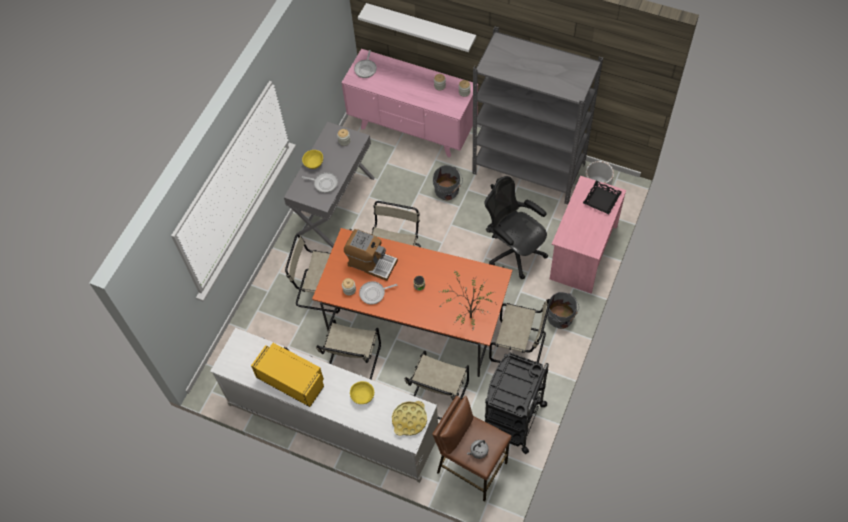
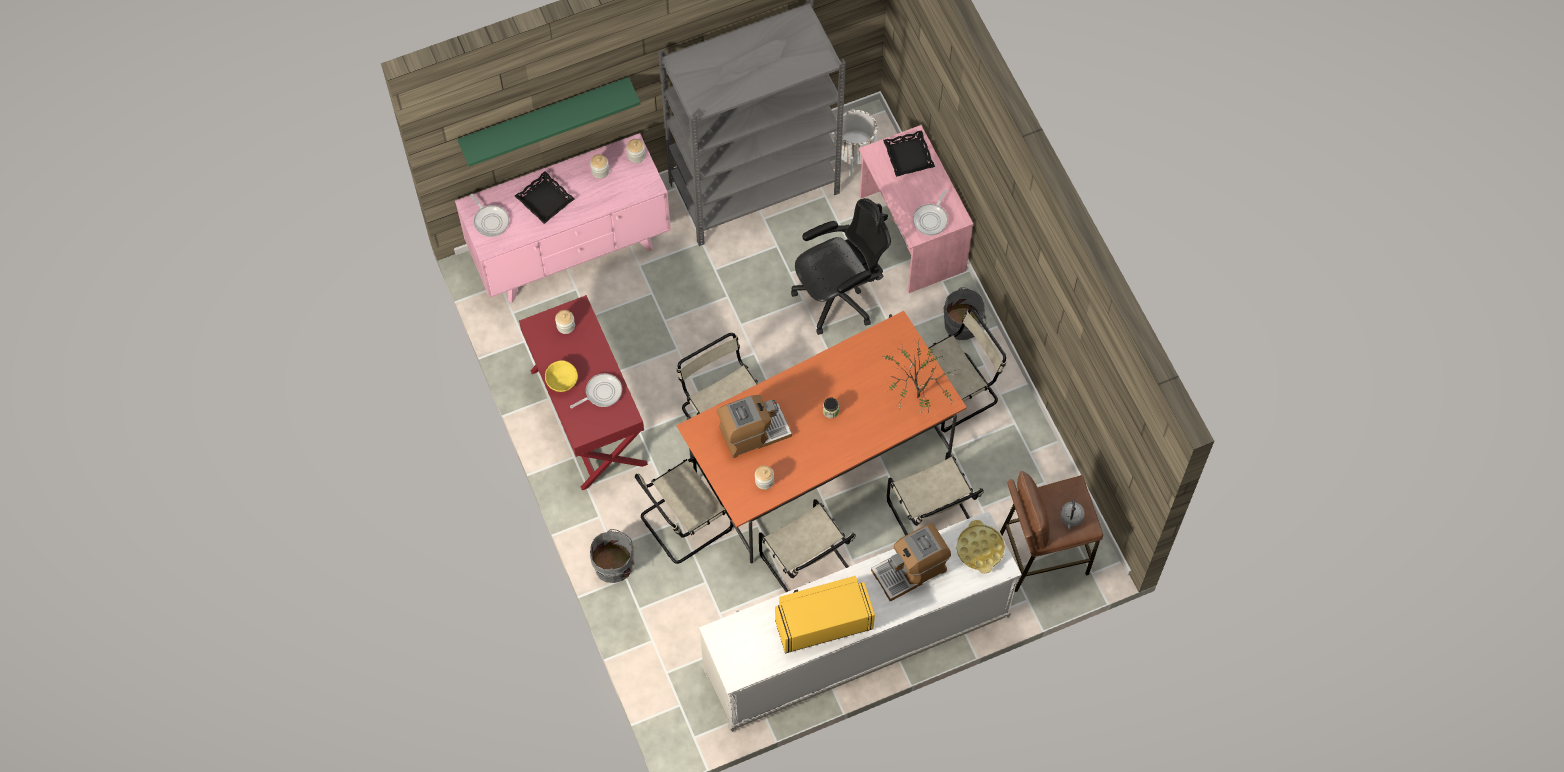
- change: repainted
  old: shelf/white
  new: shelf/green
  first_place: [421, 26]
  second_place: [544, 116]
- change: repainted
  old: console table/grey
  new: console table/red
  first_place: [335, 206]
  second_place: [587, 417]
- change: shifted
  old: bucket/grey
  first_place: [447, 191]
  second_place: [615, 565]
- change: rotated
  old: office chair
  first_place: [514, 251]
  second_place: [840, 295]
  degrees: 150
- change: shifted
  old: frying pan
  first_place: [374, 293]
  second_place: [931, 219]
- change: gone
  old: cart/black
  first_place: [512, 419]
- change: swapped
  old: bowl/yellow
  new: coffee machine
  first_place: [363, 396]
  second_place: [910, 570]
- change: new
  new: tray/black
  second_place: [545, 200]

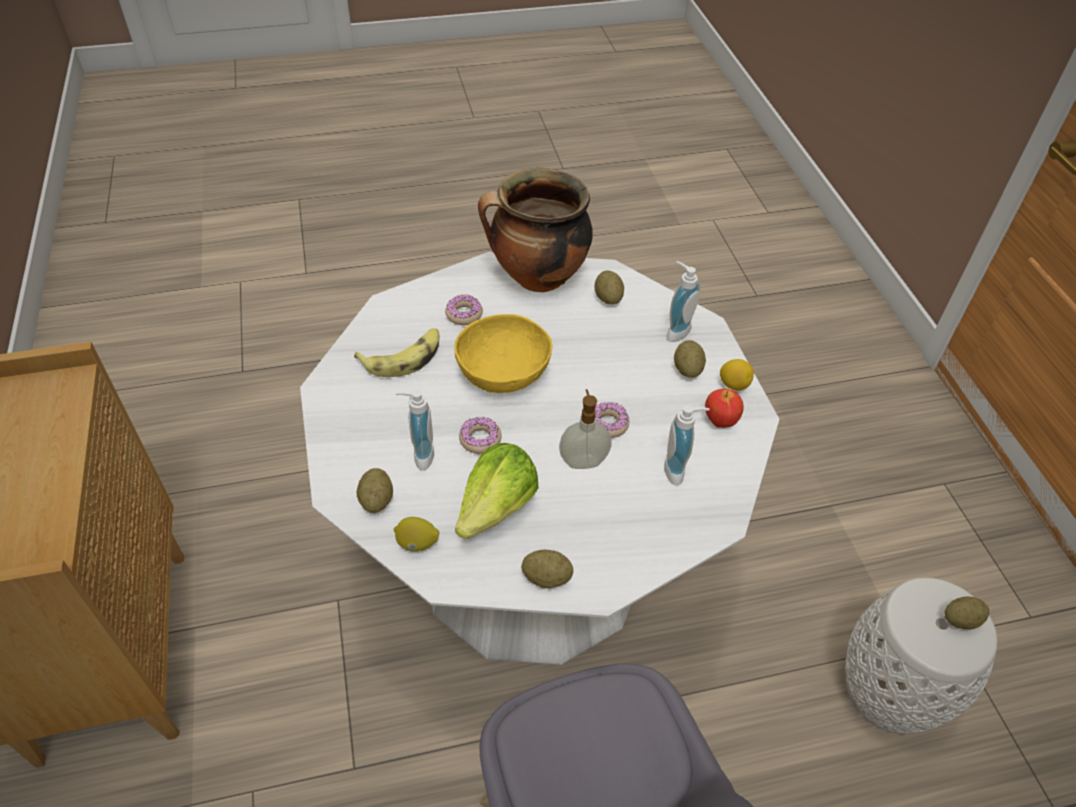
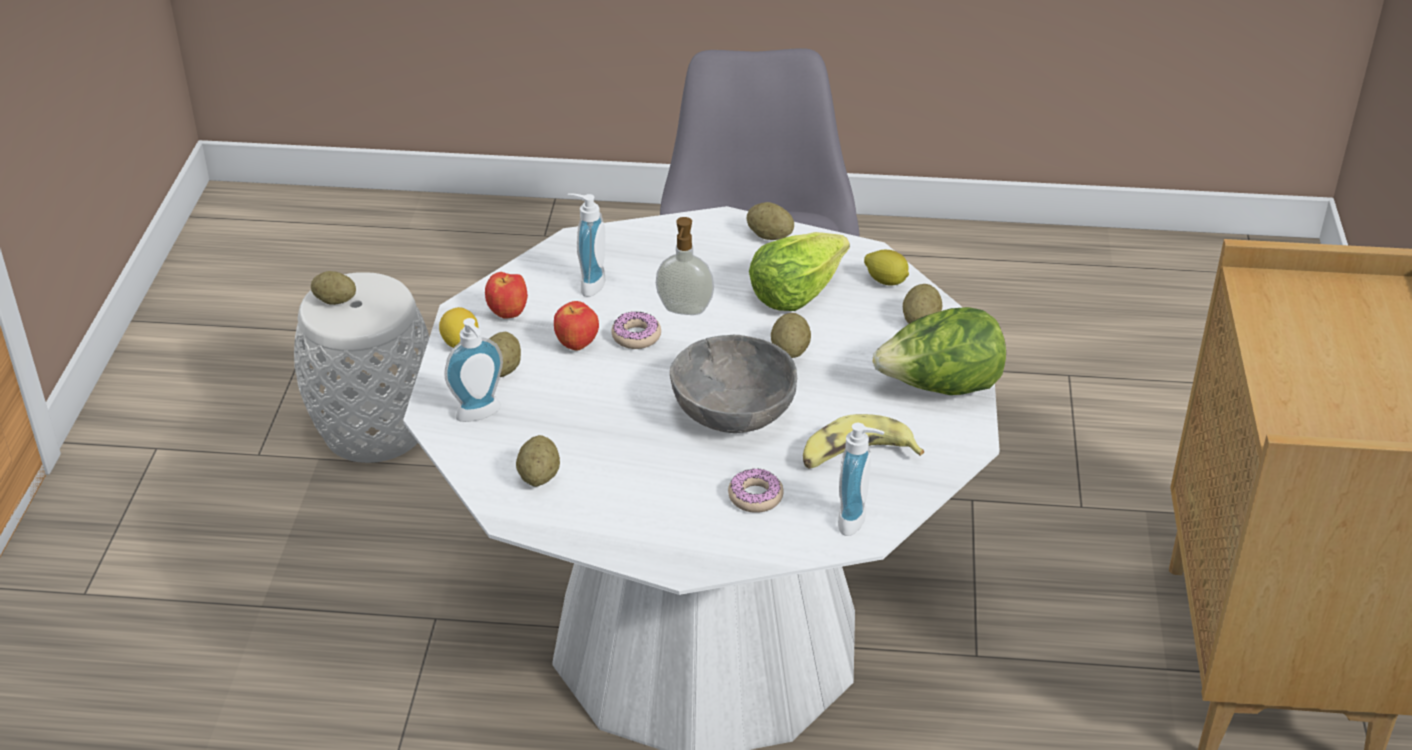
- change: gone
  old: cooking pot
  first_place: [537, 278]
- change: repainted
  old: bowl/yellow
  new: bowl/grey
  first_place: [503, 373]
  second_place: [732, 412]
- change: shifted
  old: soap dispenser
  first_place: [419, 455]
  second_place: [857, 521]
- change: swapped
  old: donut
  new: potato
  first_place: [480, 439]
  second_place: [790, 351]
- change: new
  new: apple
  second_place: [577, 345]
- change: new
  new: lettuce
  second_place: [940, 388]

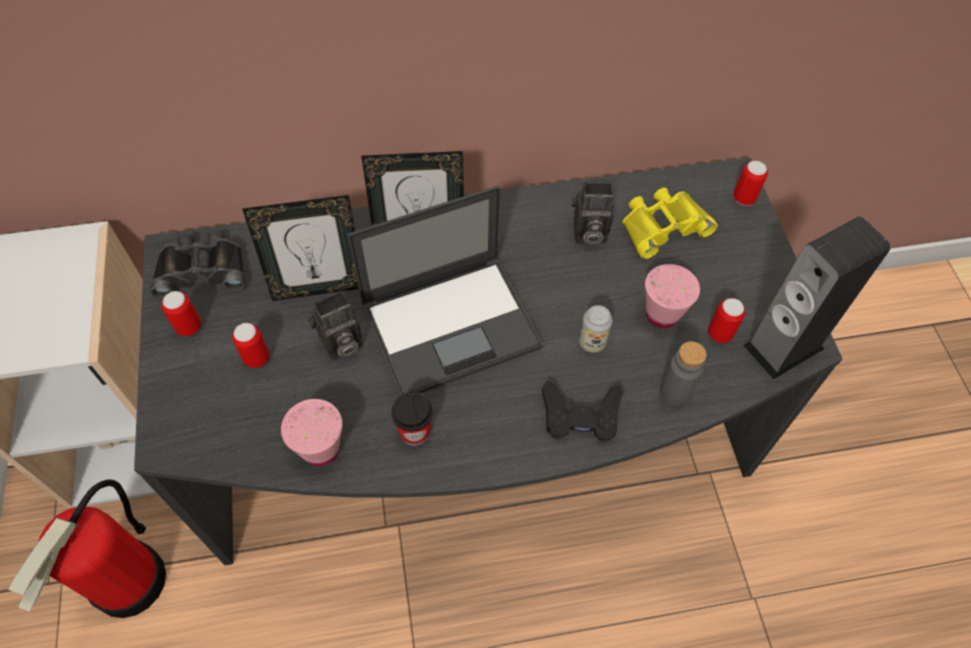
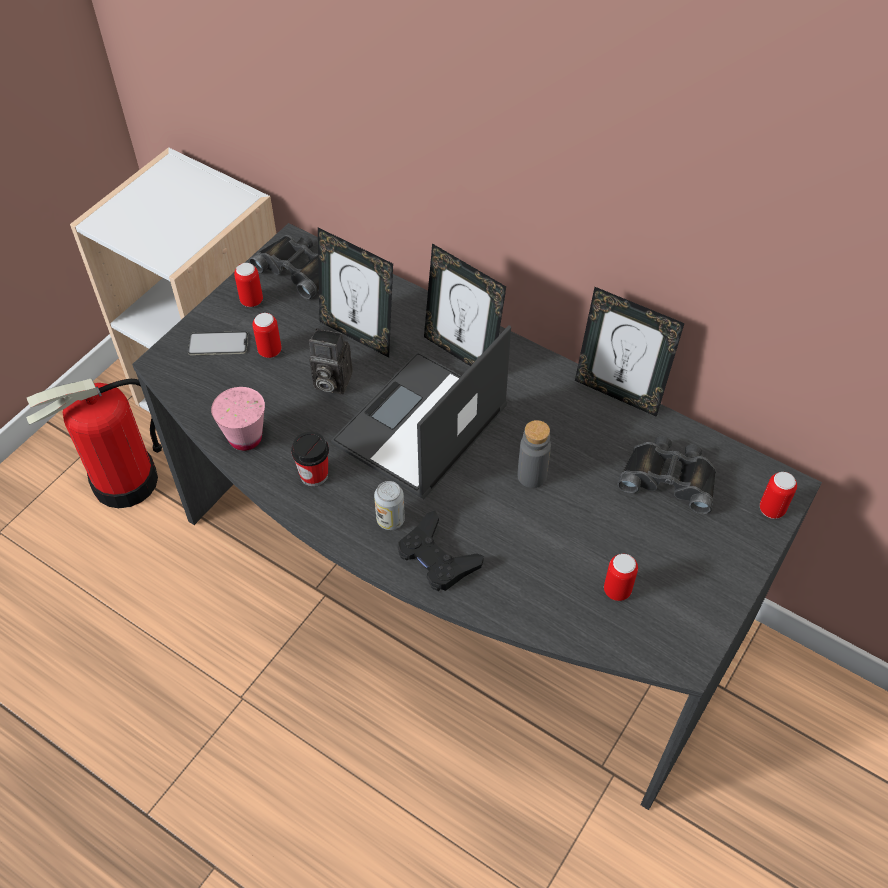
- change: gone
  old: photo camera
  first_place: [587, 233]
- change: rotated
  old: laptop
  first_place: [452, 324]
  second_place: [419, 426]
  degrees: 105
- change: repainted
  old: binoculars/yellow
  new: binoculars/black
  first_place: [662, 226]
  second_place: [669, 477]
- change: gone
  old: speaker
  first_place: [783, 347]
- change: gone
  old: cup/pink
  first_place: [662, 314]
- change: shifted
  old: can
  first_place: [592, 342]
  second_place: [390, 520]
- change: shifted
  old: bottle/grey
  first_place: [675, 392]
  second_place: [532, 476]
- change: new
  new: picture frame
  second_place: [618, 393]
- change: new
  new: phone
  second_place: [218, 344]

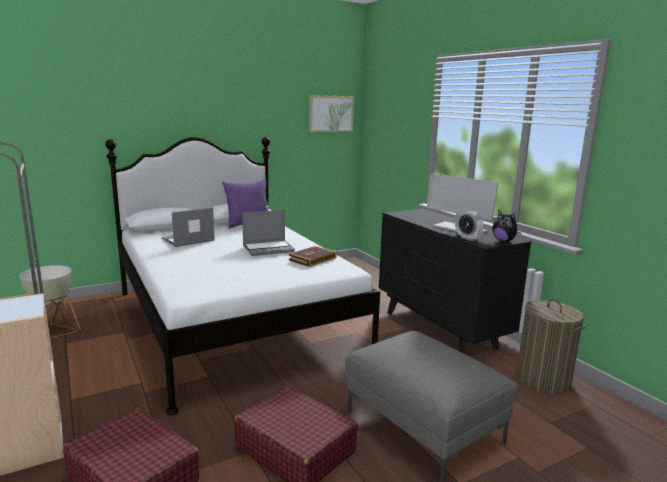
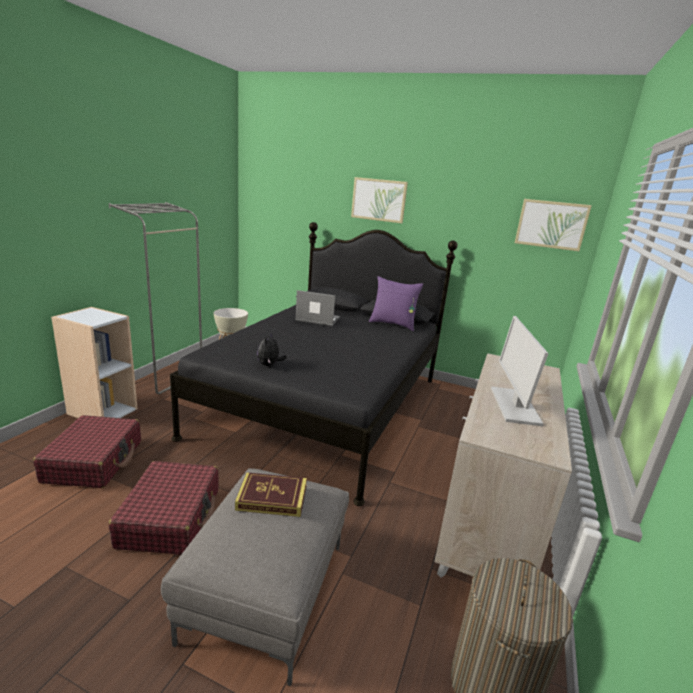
- change: repainted
  old: bed/white
  new: bed/black
  first_place: [233, 322]
  second_place: [325, 405]
- change: repainted
  old: dresser/black
  new: dresser/white
  first_place: [439, 329]
  second_place: [485, 528]
- change: gone
  old: laptop
  first_place: [269, 249]
- change: shifted
  old: plush toy
  first_place: [504, 241]
  second_place: [269, 365]
- change: gone
  old: alarm clock
  first_place: [468, 239]
- change: shifted
  old: book
  first_place: [312, 259]
  second_place: [272, 498]
- change: new
  new: picture
  second_place: [379, 200]

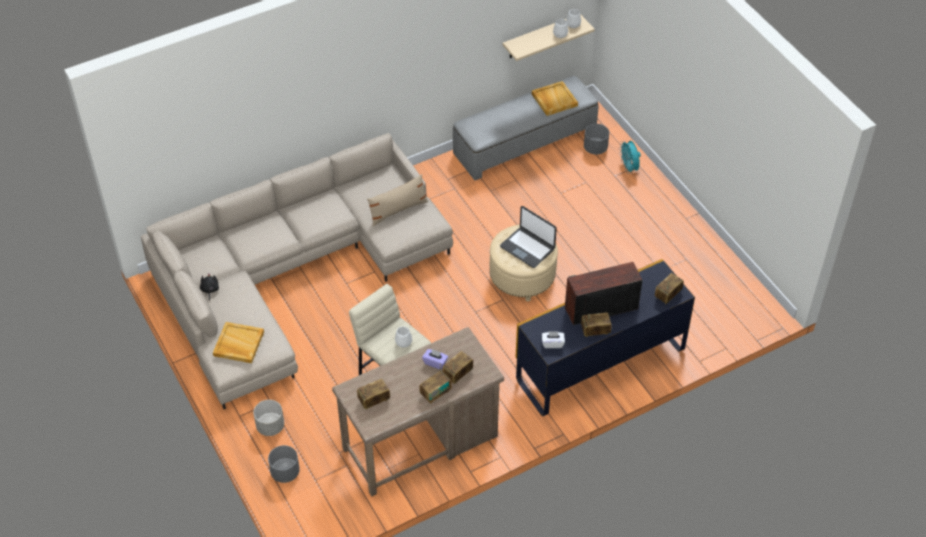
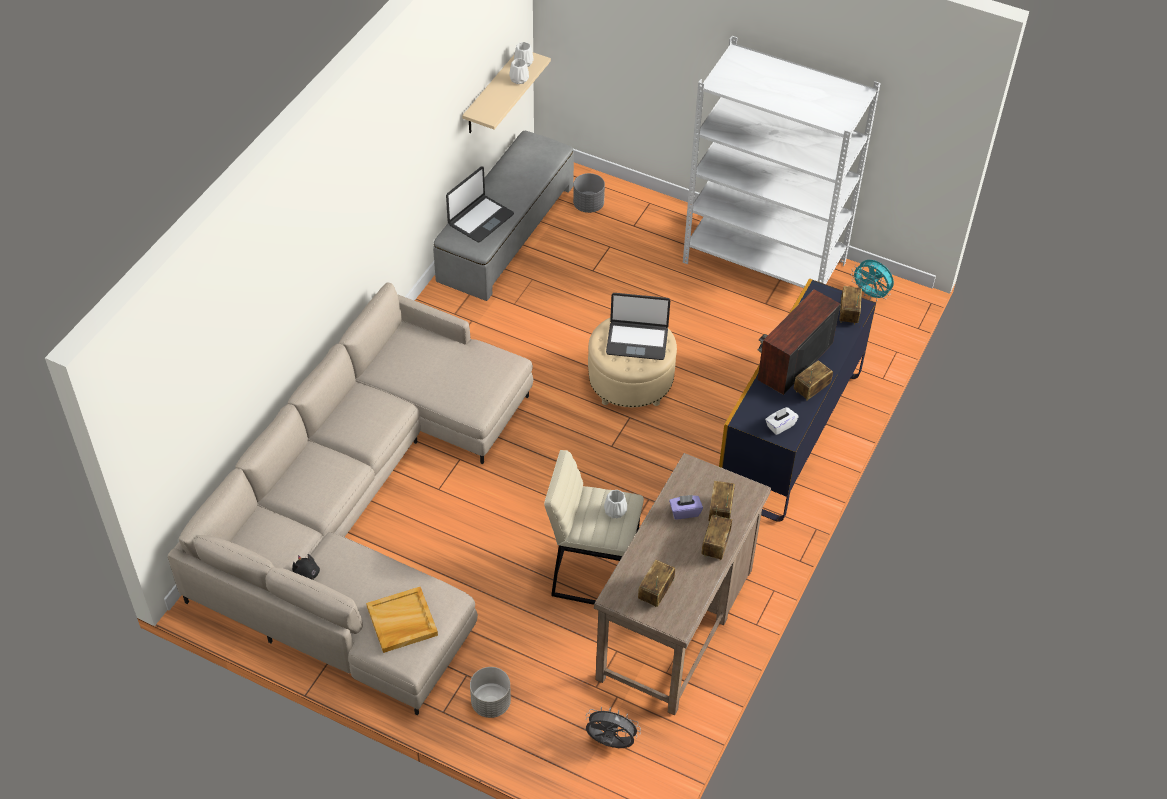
- change: gone
  old: tray/beige
  first_place: [554, 99]
- change: shifted
  old: fan/turquoise
  first_place: [629, 168]
  second_place: [870, 294]
- change: gone
  old: pillow/beige
  first_place: [398, 210]
- change: gone
  old: planter/grey
  first_place: [285, 472]
- change: new
  new: bookcase/white
  second_place: [764, 263]
- change: new
  new: laptop
  second_place: [480, 219]
- change: new
  new: fan/grey
  second_place: [610, 743]

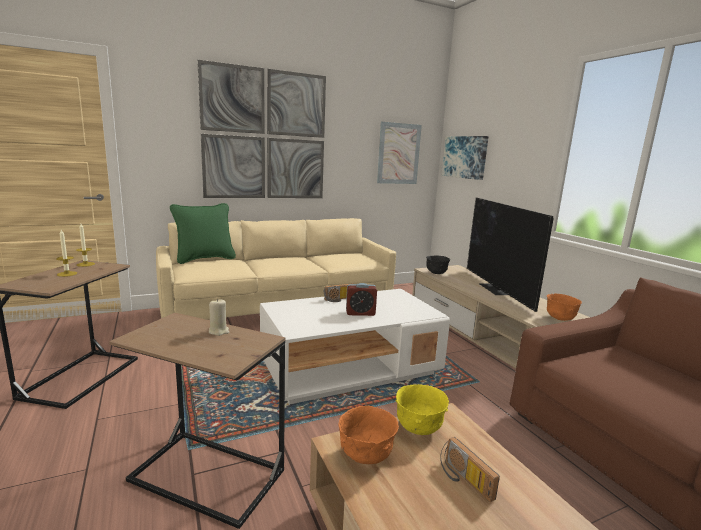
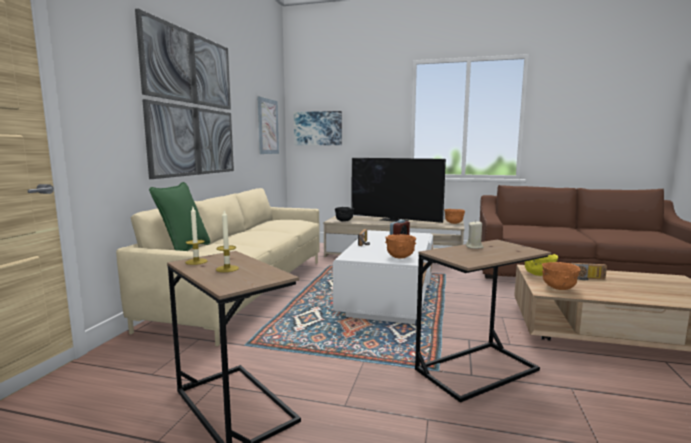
- change: new
  new: bowl/orange
  second_place: [400, 257]

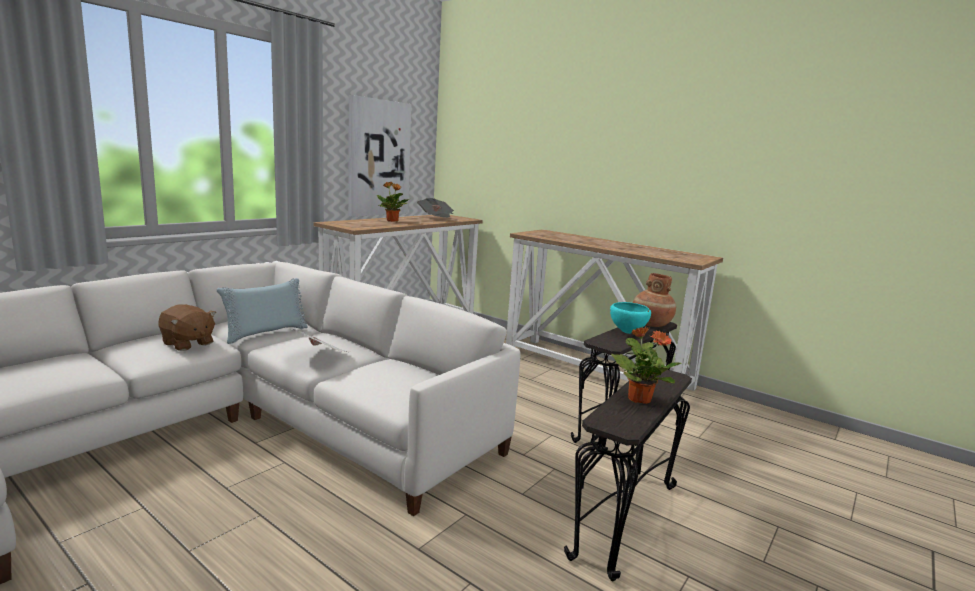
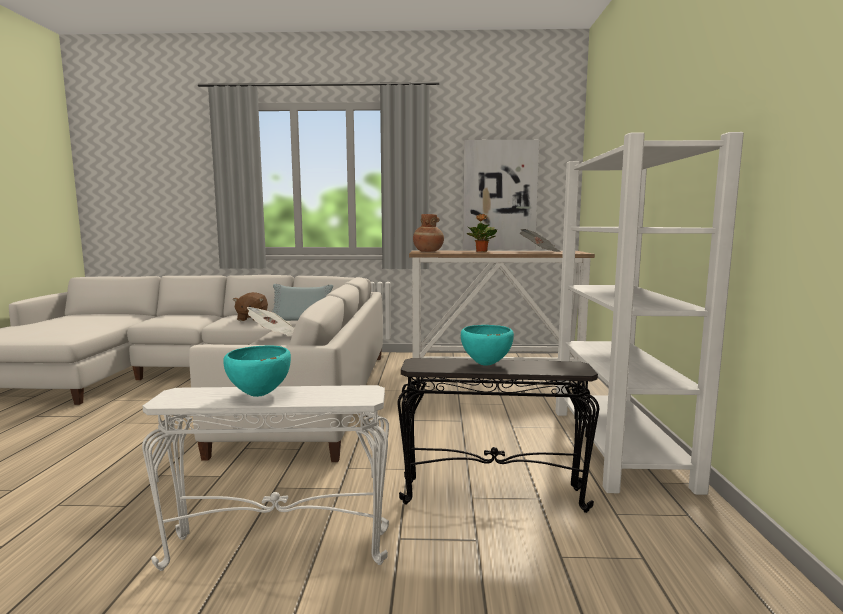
- change: swapped
  old: console table
  new: bookcase/white
  first_place: [596, 369]
  second_place: [618, 446]
- change: shifted
  old: vase/brown
  first_place: [650, 324]
  second_place: [428, 251]
- change: swapped
  old: potted plant
  new: bowl/turquoise
  first_place: [639, 399]
  second_place: [260, 395]
- change: repainted
  old: side table/black
  new: side table/white
  first_place: [625, 520]
  second_place: [277, 551]

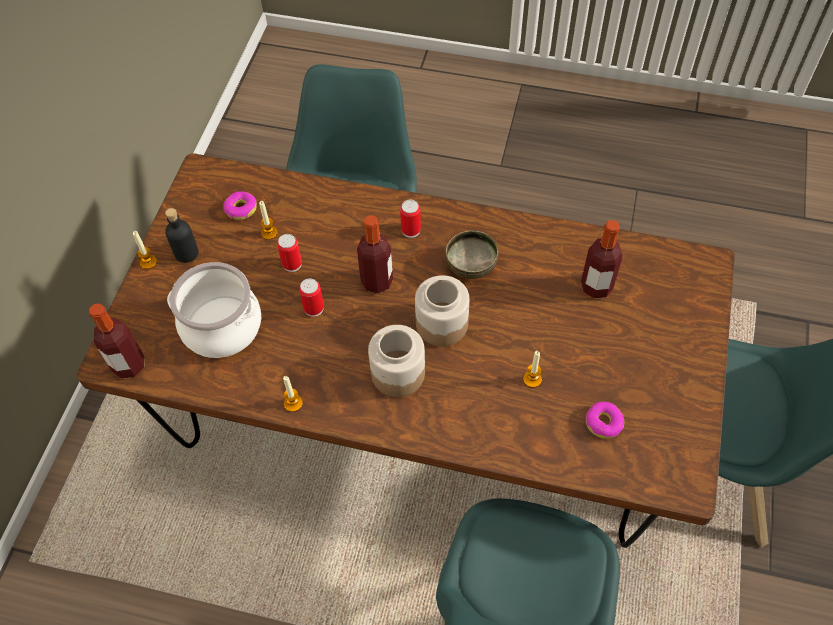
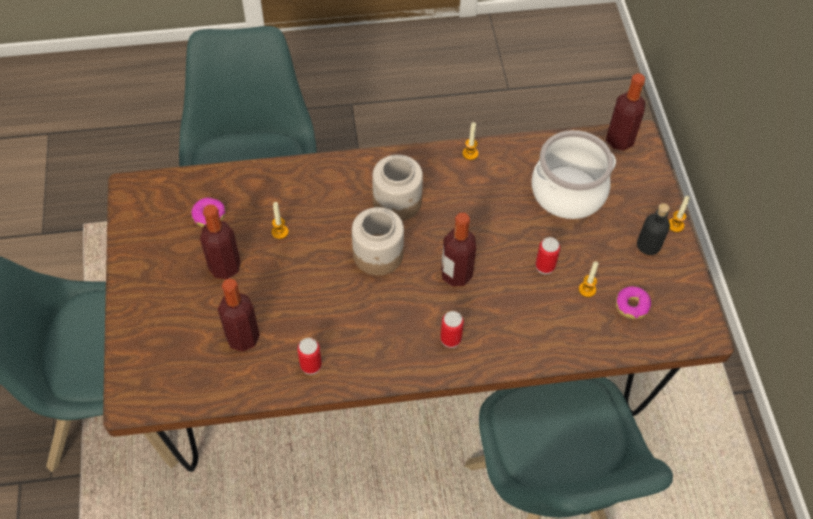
- change: gone
  old: bowl
  first_place: [471, 266]
- change: shifted
  old: can
  first_place: [314, 308]
  second_place: [311, 365]
- change: new
  new: bottle
  second_place: [225, 267]

